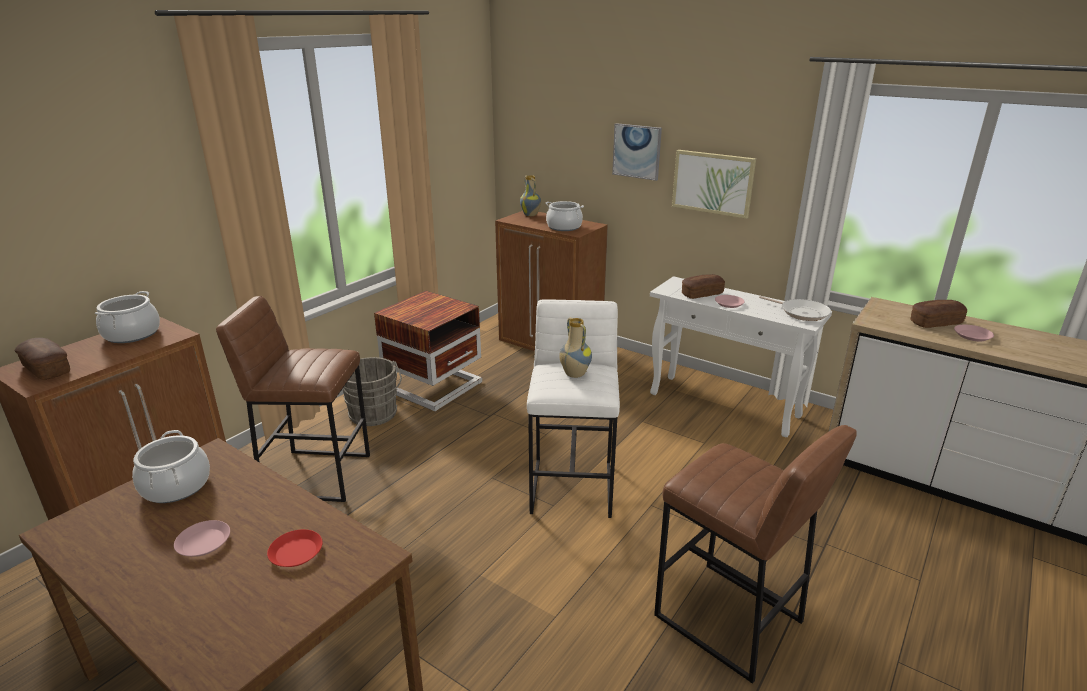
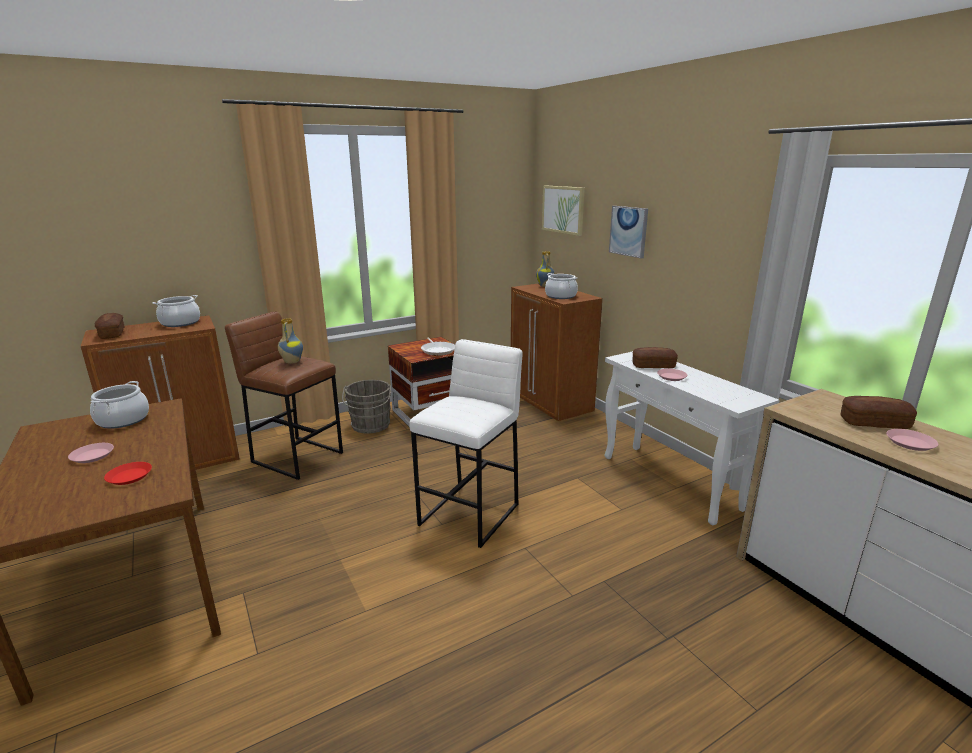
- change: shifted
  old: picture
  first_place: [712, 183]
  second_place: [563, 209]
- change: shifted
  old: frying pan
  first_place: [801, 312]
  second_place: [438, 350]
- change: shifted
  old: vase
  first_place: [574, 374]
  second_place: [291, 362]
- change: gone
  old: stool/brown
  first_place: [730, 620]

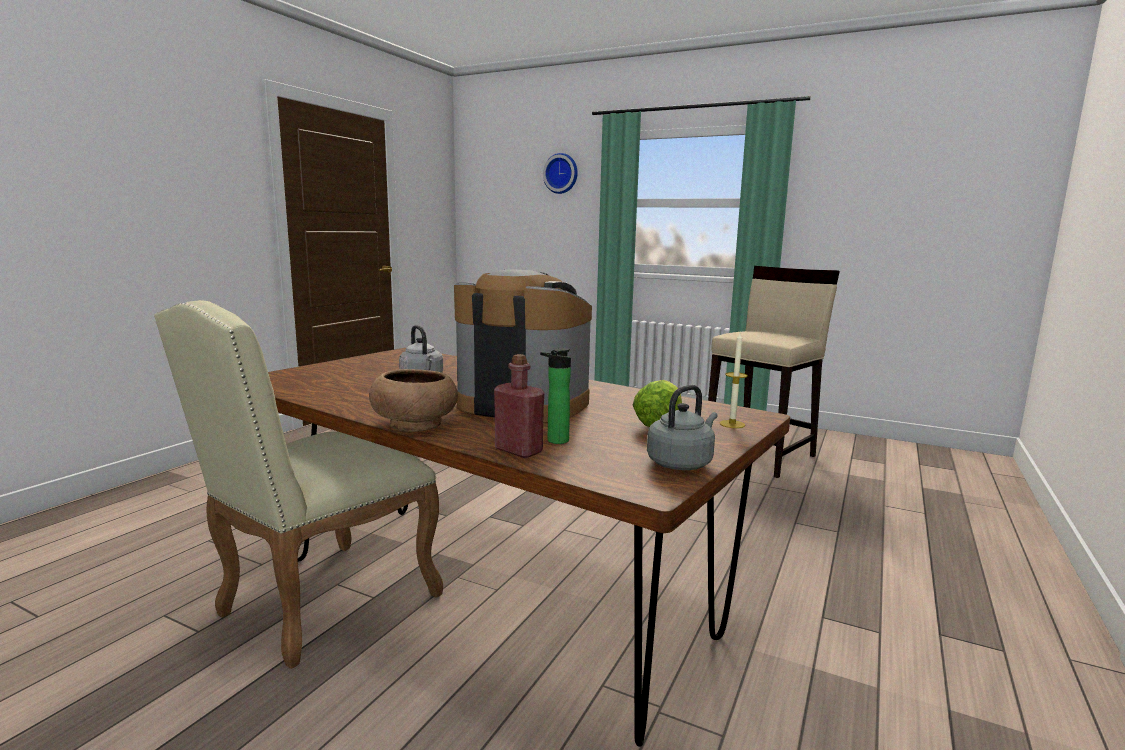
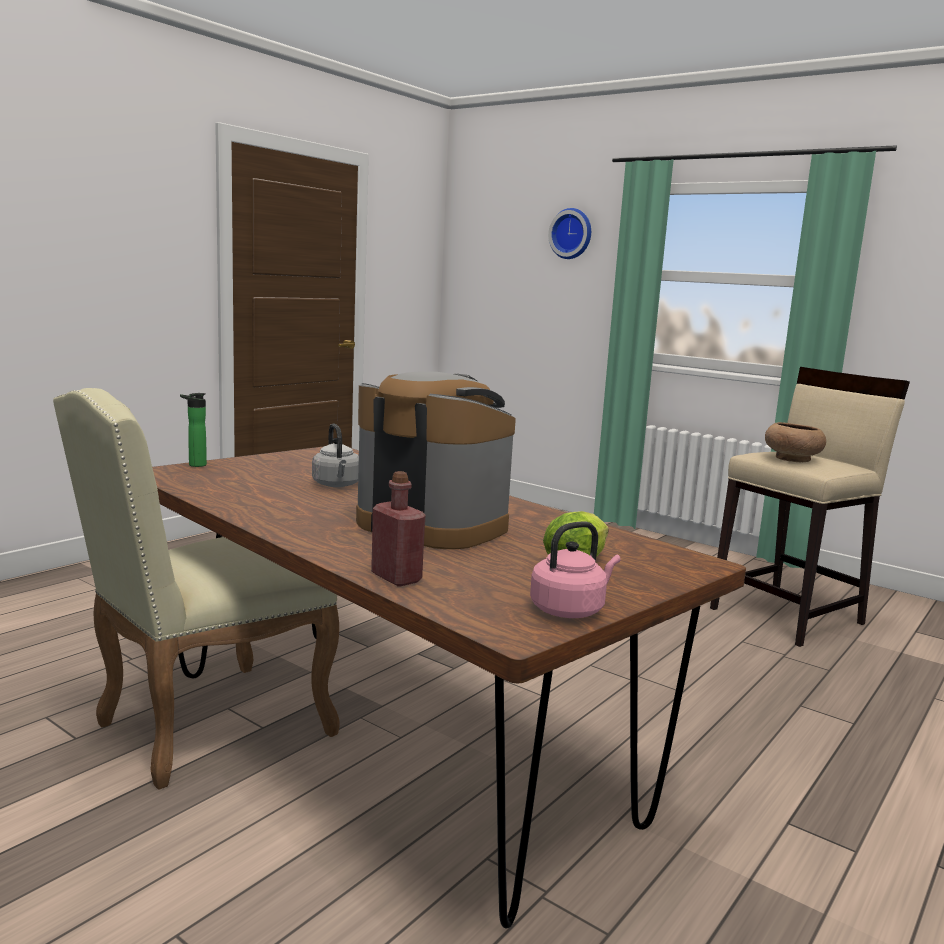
- change: gone
  old: candle
  first_place: [732, 424]
- change: shifted
  old: bottle
  first_place: [555, 441]
  second_place: [194, 465]
- change: shifted
  old: bowl/brown
  first_place: [415, 424]
  second_place: [792, 459]
- change: repainted
  old: kettle/grey
  new: kettle/pink
  first_place: [681, 463]
  second_place: [570, 609]

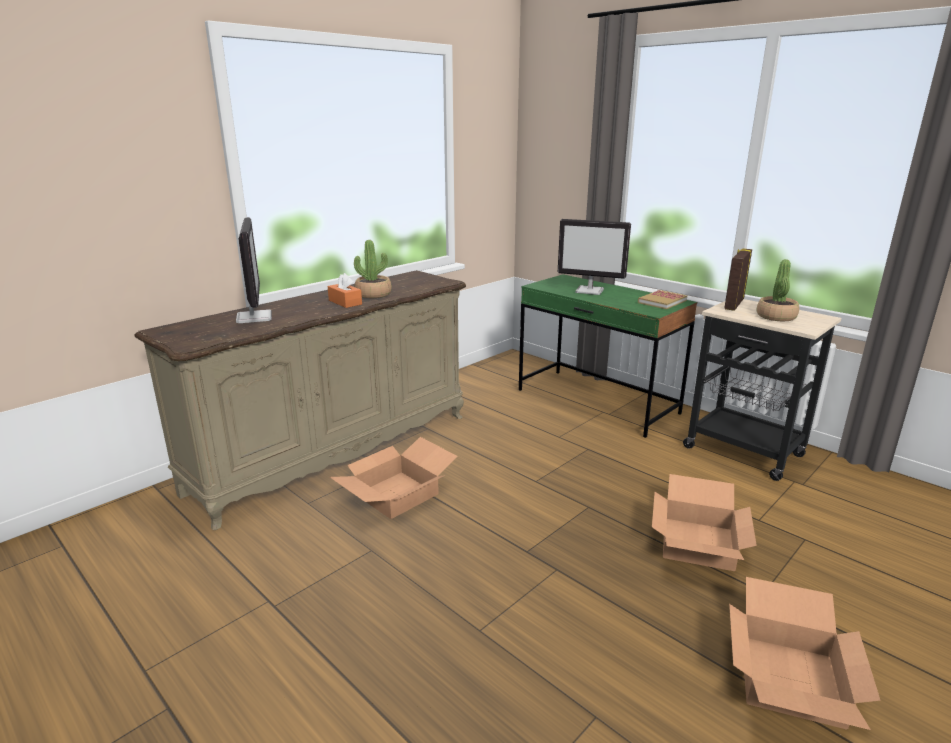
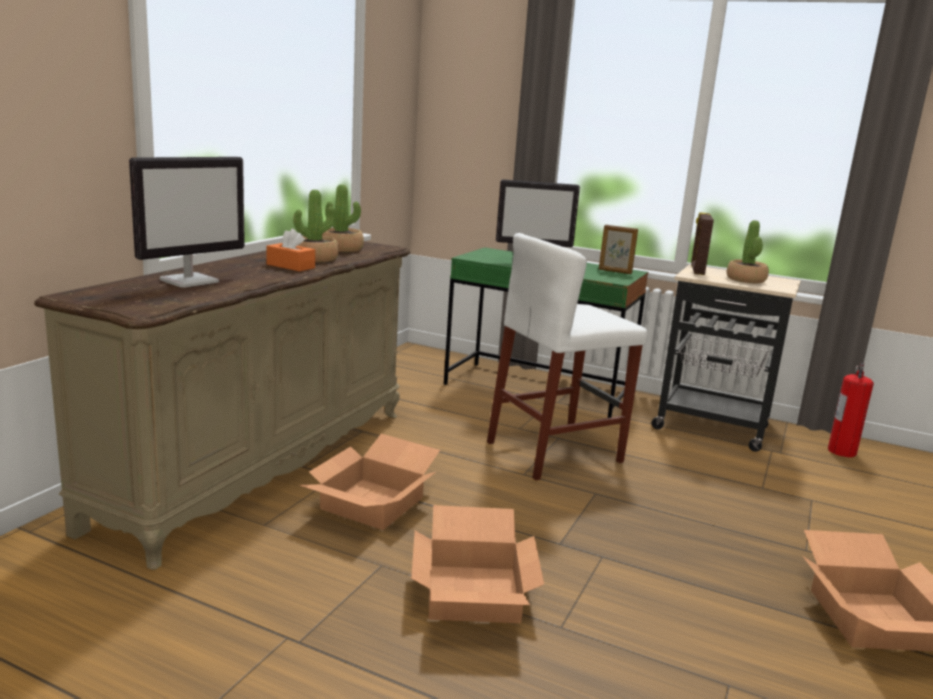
- change: rotated
  old: monitor
  first_place: [254, 317]
  second_place: [190, 281]
  degrees: 75
- change: swapped
  old: book
  new: picture frame
  first_place: [662, 301]
  second_place: [615, 271]
- change: shifted
  old: cardboard box
  first_place: [699, 544]
  second_place: [475, 594]
- change: new
  new: potted plant
  second_place: [342, 249]
- change: new
  new: stool/white
  second_place: [554, 452]
- change: new
  new: fire extinguisher
  second_place: [842, 451]

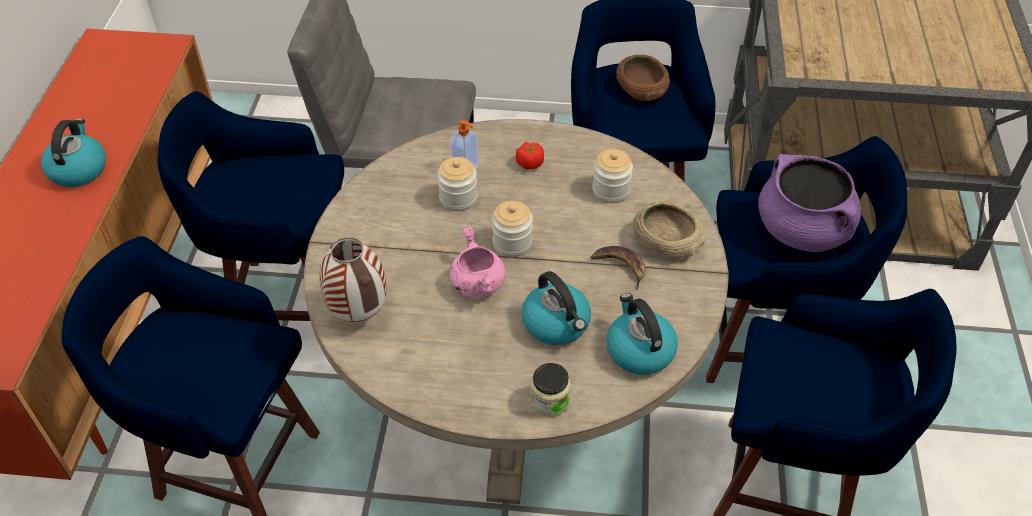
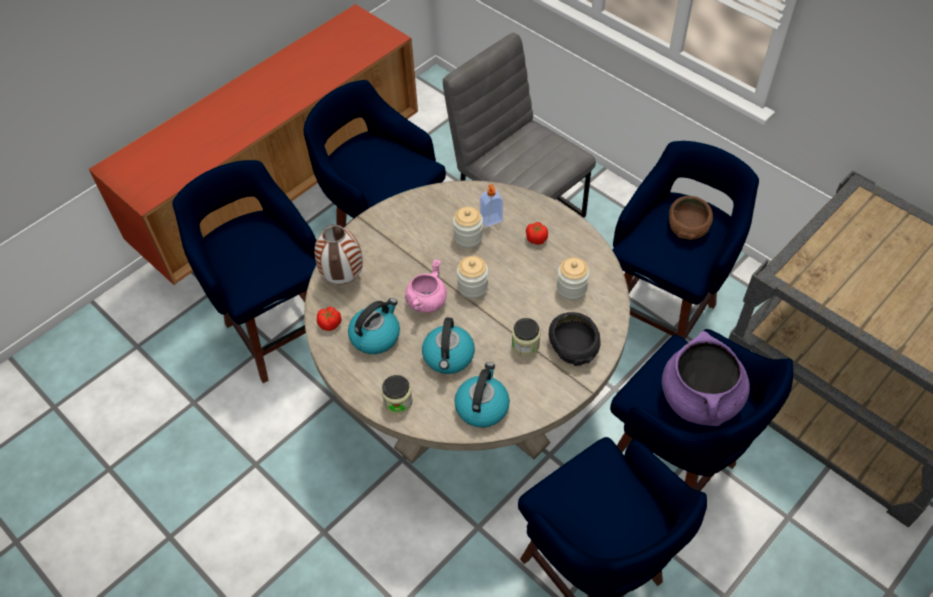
- change: shifted
  old: kettle
  first_place: [78, 169]
  second_place: [375, 336]
- change: repainted
  old: bowl/beige
  new: bowl/black
  first_place: [666, 240]
  second_place: [574, 345]
- change: swapped
  old: banana
  new: jar
  first_place: [621, 267]
  second_place: [525, 345]
- change: new
  new: tomato
  second_place: [330, 324]

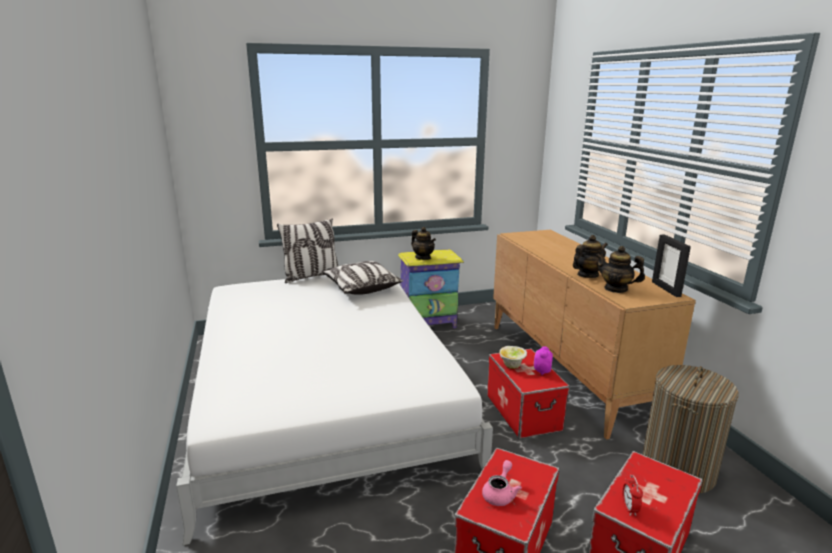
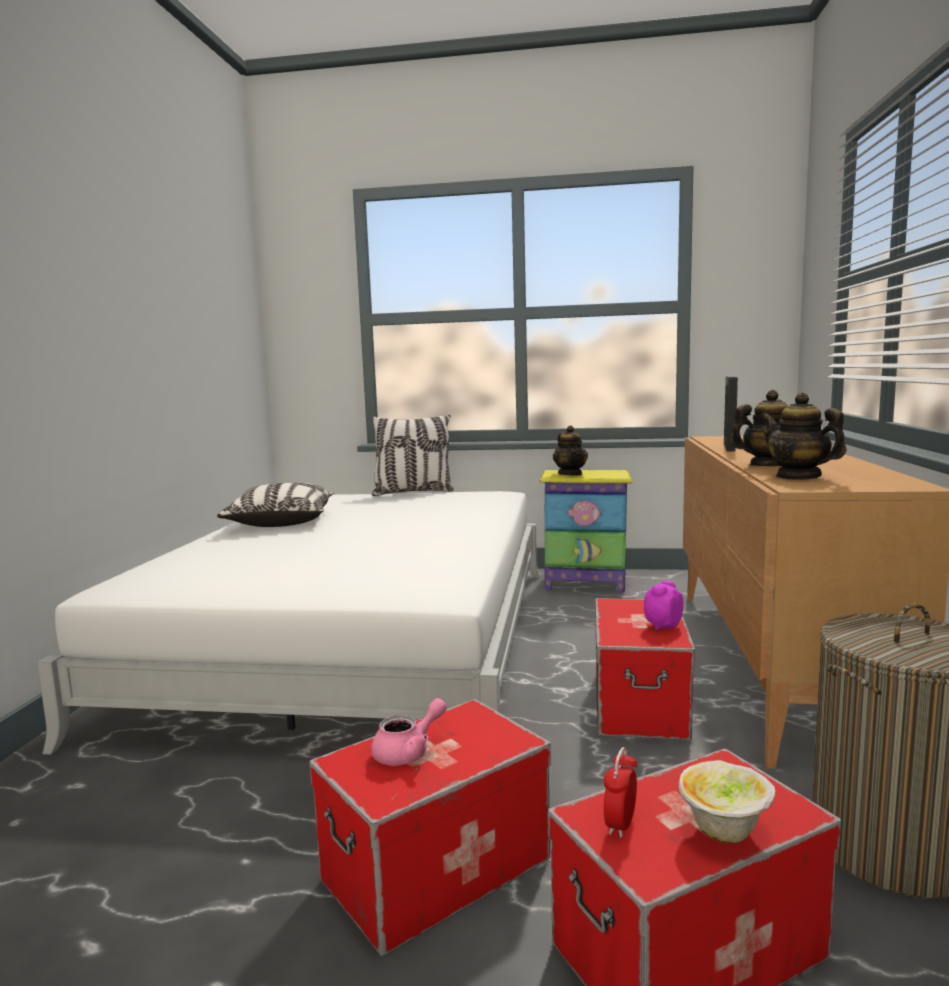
- change: shifted
  old: picture frame
  first_place: [666, 289]
  second_place: [730, 447]
- change: shifted
  old: pillow
  first_place: [361, 288]
  second_place: [281, 522]
- change: shifted
  old: bowl
  first_place: [512, 366]
  second_place: [726, 833]

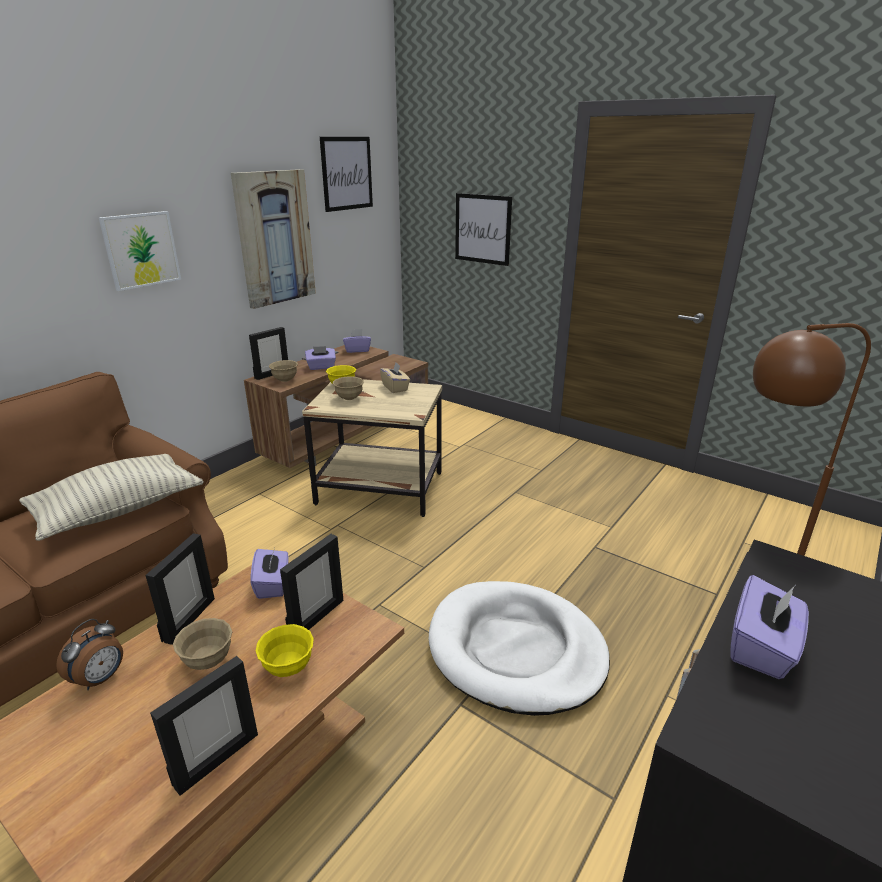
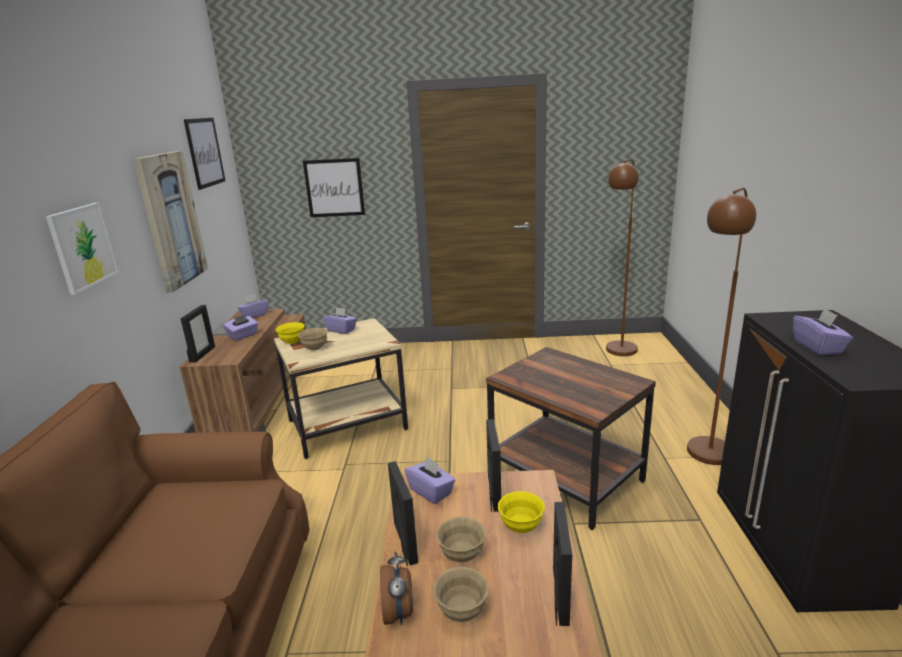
- change: shifted
  old: bowl/beige
  first_place: [285, 380]
  second_place: [462, 611]
- change: repainted
  old: tissue box/beige
  new: tissue box/purple
  first_place: [395, 388]
  second_place: [341, 330]
- change: gone
  old: pillow
  first_place: [119, 510]
- change: swapped
  old: dog bed/white
  new: side table/brown
  first_place: [516, 650]
  second_place: [566, 477]
- change: new
  new: floor lamp/brown
  second_place: [618, 353]

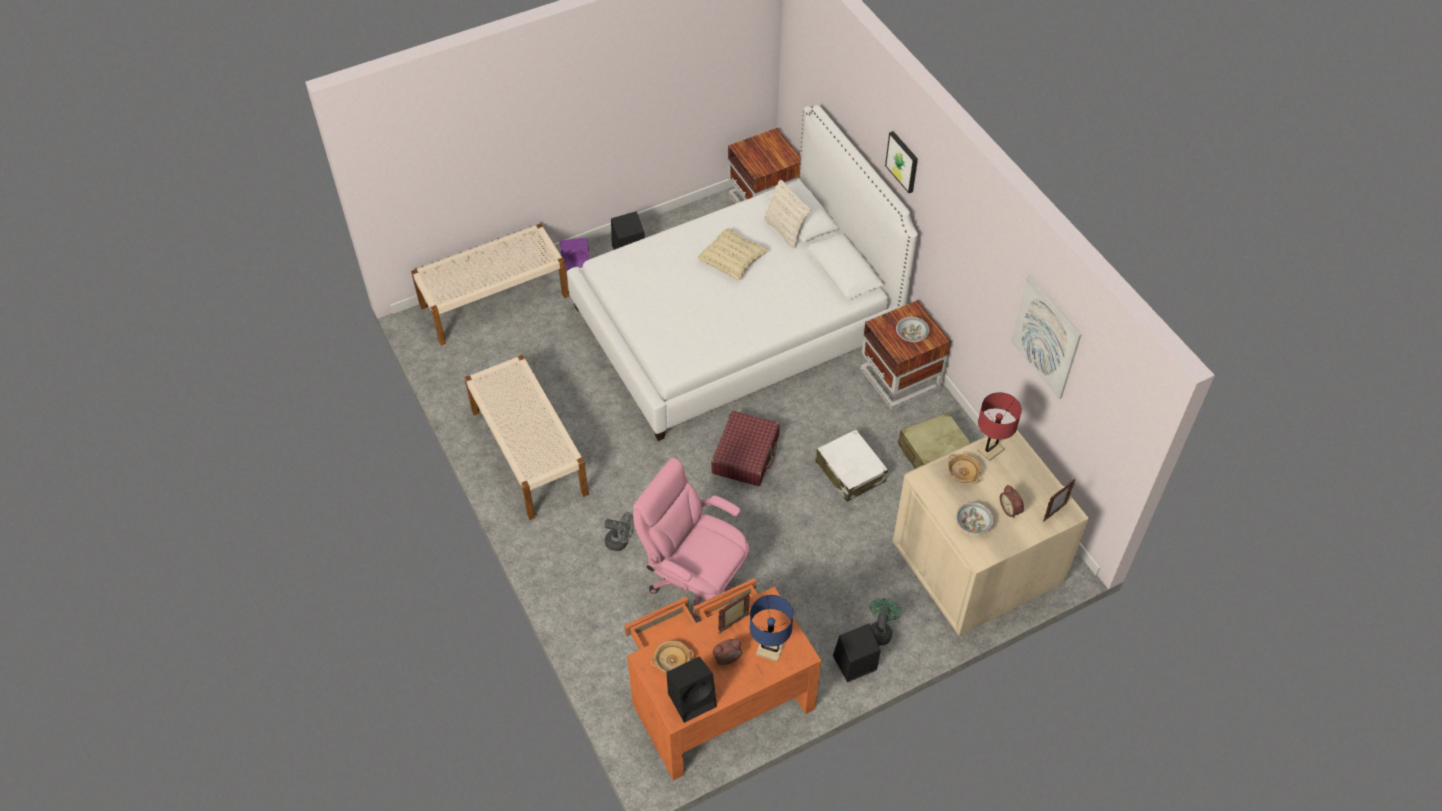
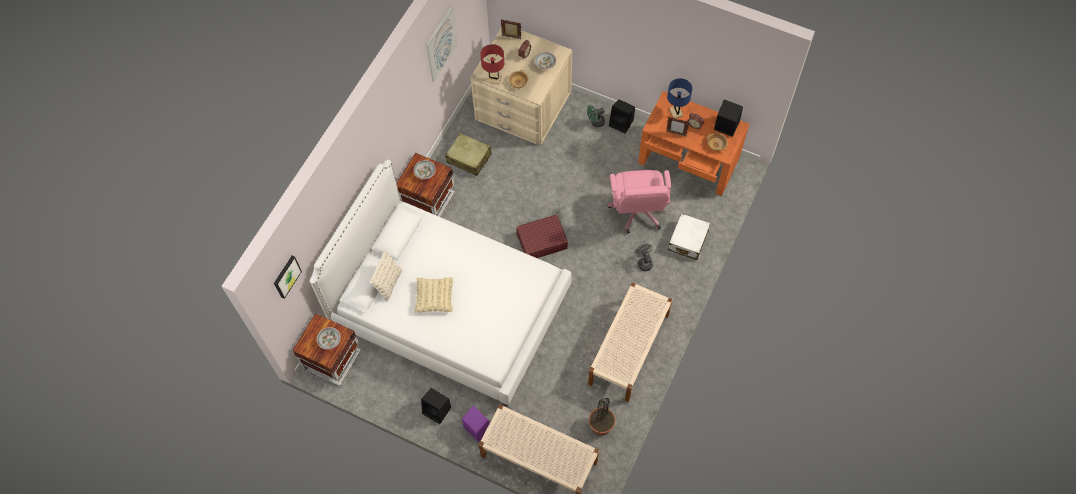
- change: shifted
  old: picture
  first_place: [903, 161]
  second_place: [286, 276]
- change: shifted
  old: suitcase/white
  first_place: [850, 471]
  second_place: [688, 240]
- change: new
  new: bowl
  second_place: [329, 341]
- change: new
  new: potted plant
  second_place: [601, 426]

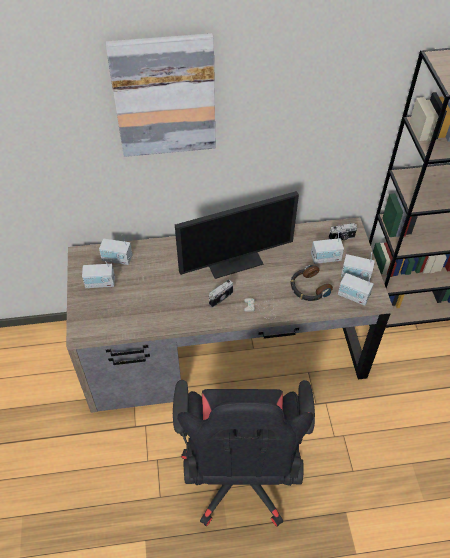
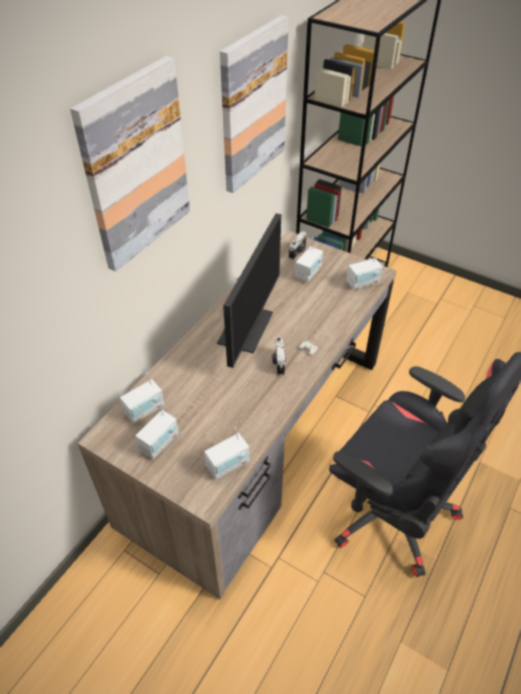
- change: shifted
  old: radio
  first_place: [355, 275]
  second_place: [228, 465]
- change: gone
  old: headphones
  first_place: [308, 288]
- change: new
  new: picture
  second_place: [252, 106]

